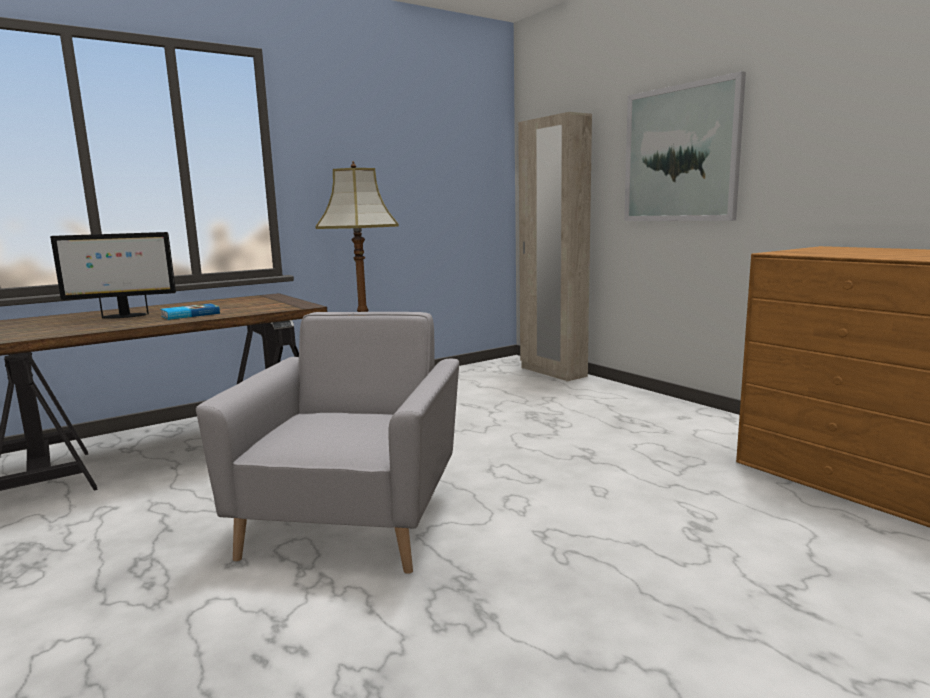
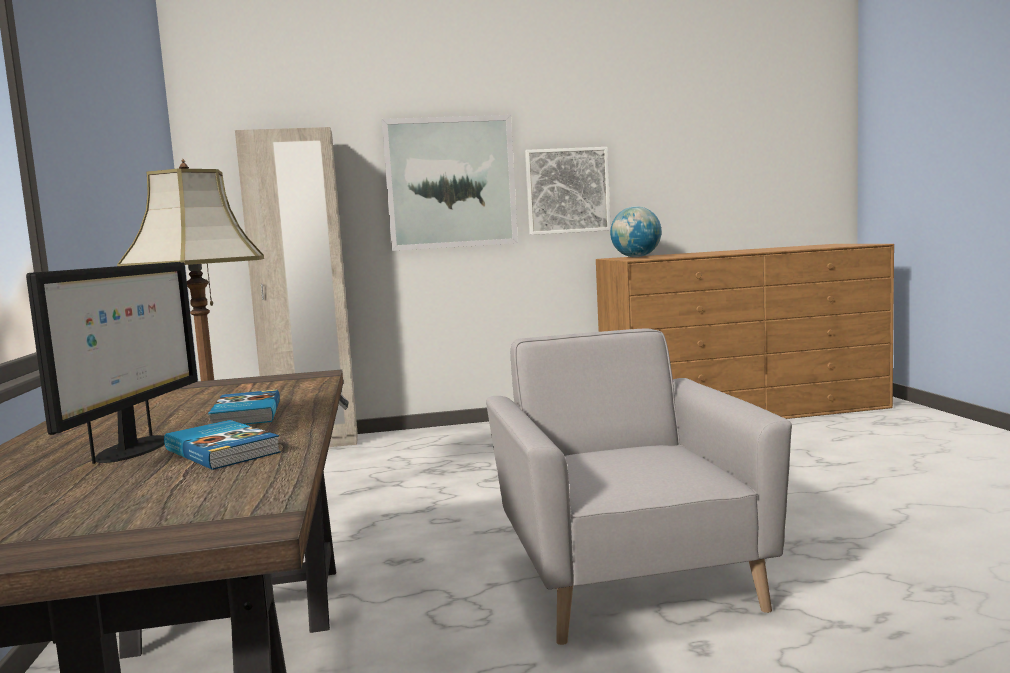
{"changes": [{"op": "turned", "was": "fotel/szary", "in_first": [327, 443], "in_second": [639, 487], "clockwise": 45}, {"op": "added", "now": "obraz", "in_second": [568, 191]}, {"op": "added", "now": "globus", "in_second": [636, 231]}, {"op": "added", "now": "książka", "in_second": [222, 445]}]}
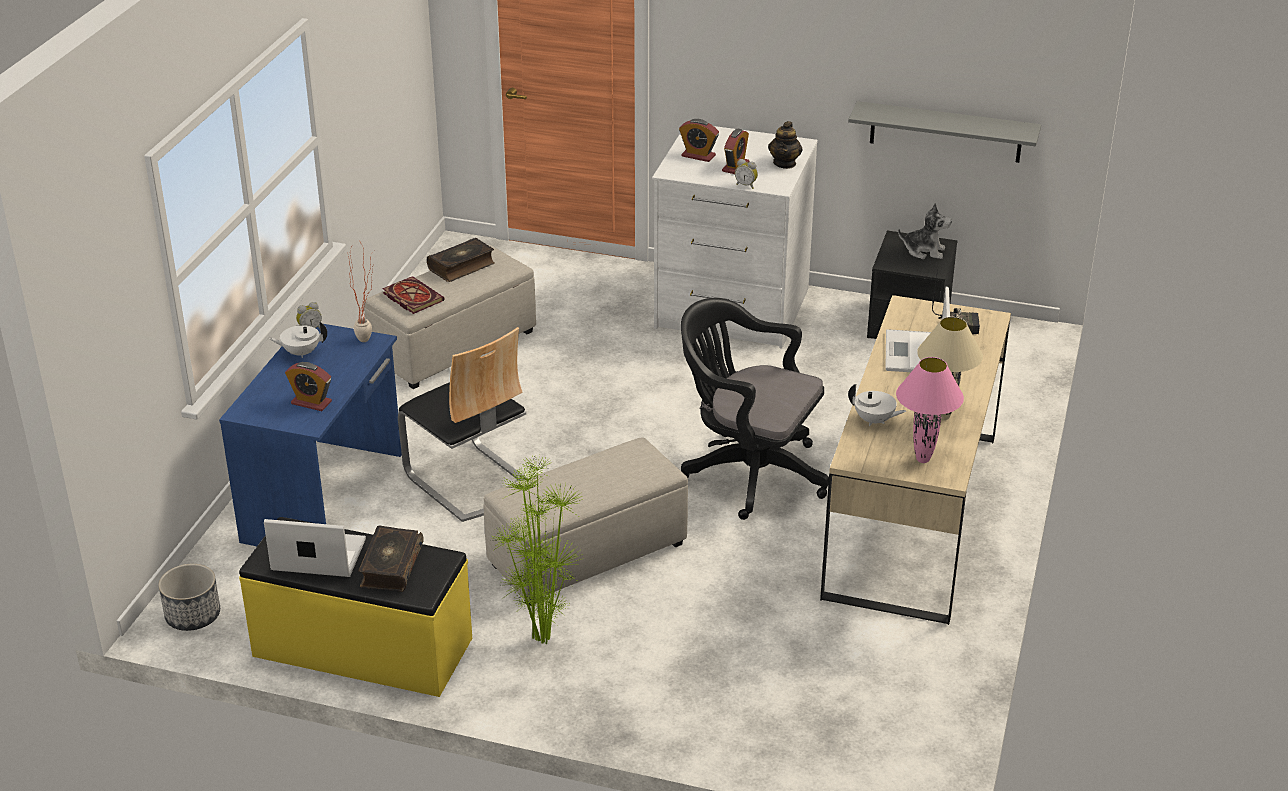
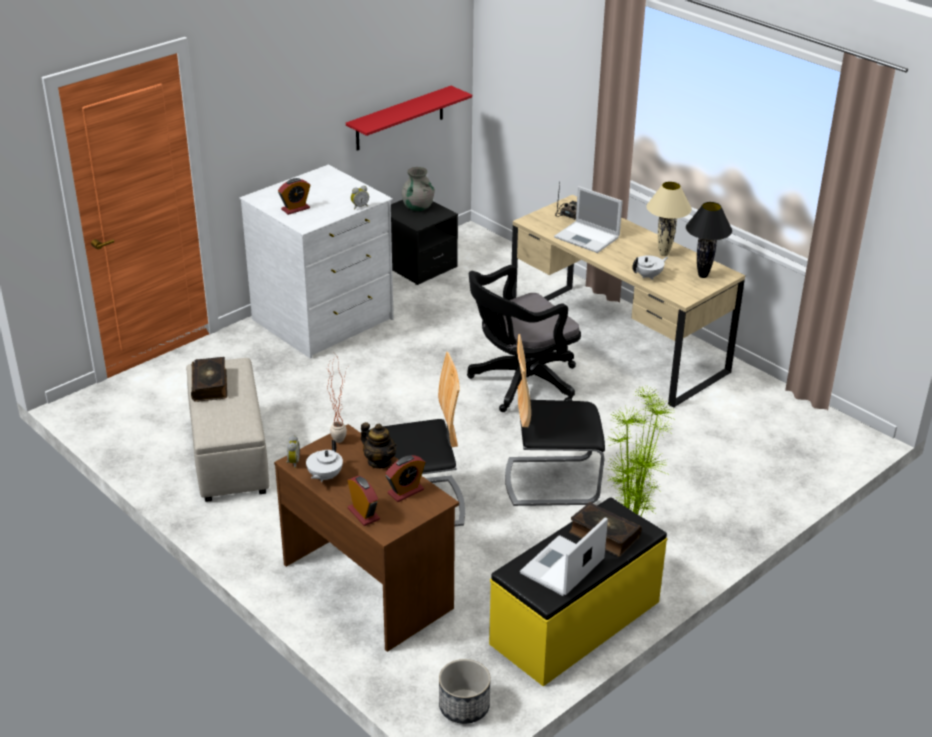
{"changes": [{"op": "recoloured", "was": "półka/szary", "now": "półka/czerwony", "in_first": [944, 132], "in_second": [409, 118]}, {"op": "moved", "was": "imbryk", "in_first": [785, 145], "in_second": [379, 445]}, {"op": "moved", "was": "budzik", "in_first": [736, 151], "in_second": [364, 501]}, {"op": "replaced", "was": "pluszak", "now": "wazon/szary", "in_first": [925, 231], "in_second": [418, 189]}, {"op": "removed", "was": "książka", "in_first": [413, 295]}, {"op": "recoloured", "was": "biurko/niebieski", "now": "biurko/brązowy", "in_first": [310, 435], "in_second": [366, 538]}, {"op": "recoloured", "was": "lampa stołowa/różowy", "now": "lampa stołowa/czarny", "in_first": [930, 410], "in_second": [709, 240]}, {"op": "replaced", "was": "pufa/beżowy", "now": "krzesło", "in_first": [586, 521], "in_second": [555, 420]}]}
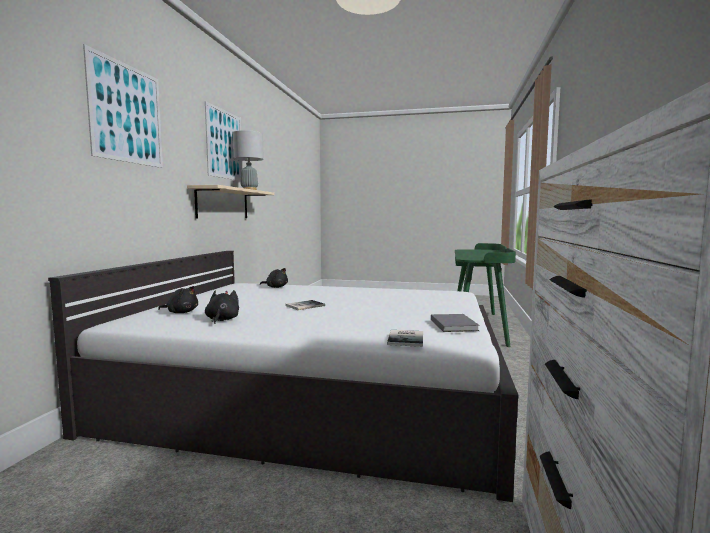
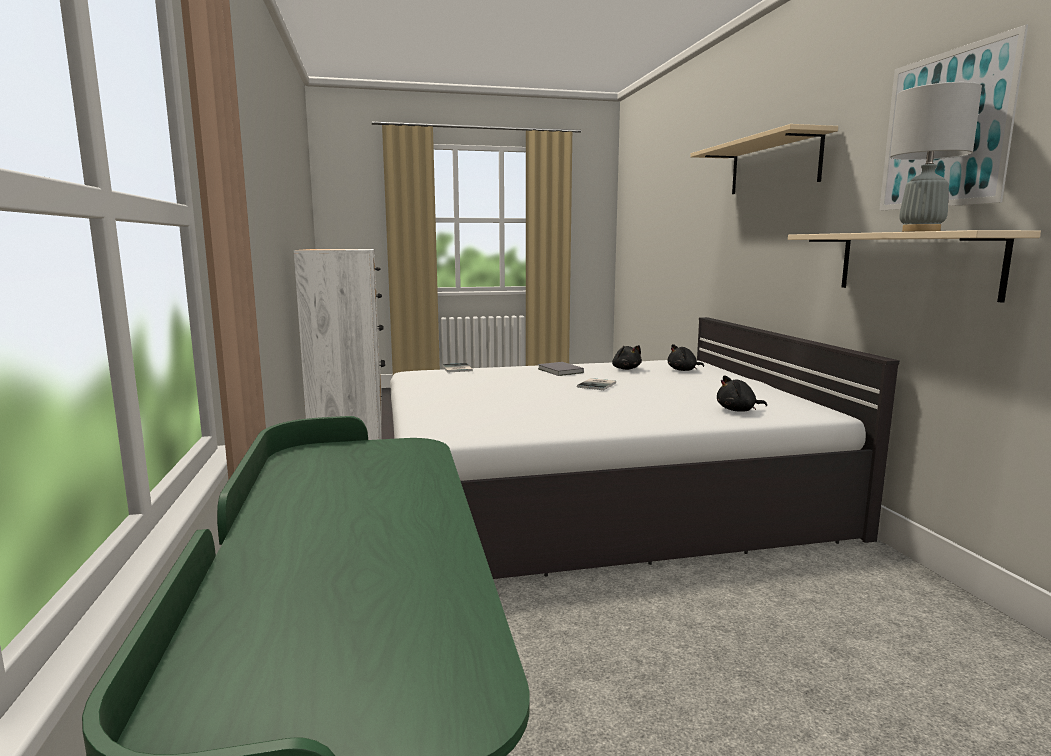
{"changes": [{"op": "replaced", "was": "obraz", "now": "półka/beżowy", "in_first": [123, 106], "in_second": [764, 159]}, {"op": "moved", "was": "książka/szary", "in_first": [455, 323], "in_second": [561, 369]}]}
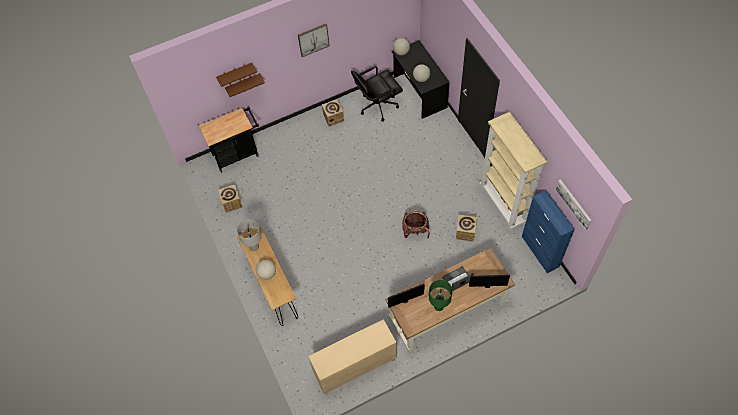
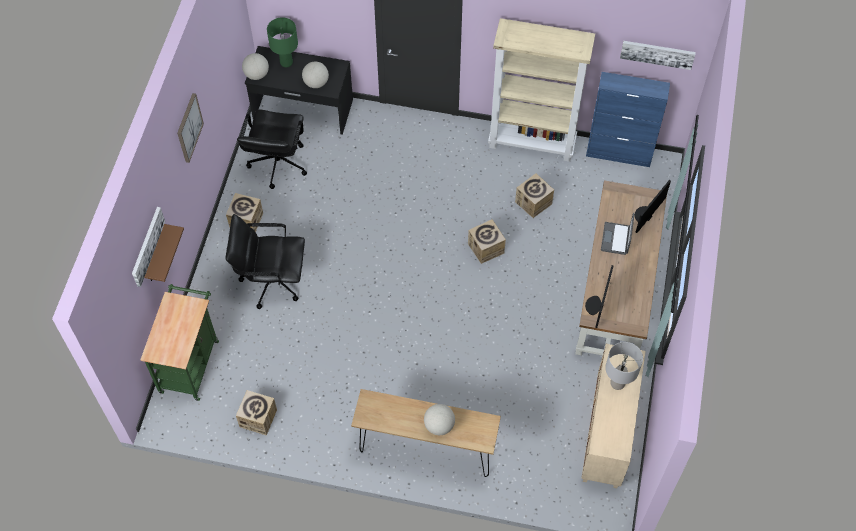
{"changes": [{"op": "replaced", "was": "półka/brązowy", "now": "obraz", "in_first": [236, 75], "in_second": [148, 247]}, {"op": "recoloured", "was": "wózek/czarny", "now": "wózek/zielony", "in_first": [229, 140], "in_second": [179, 342]}, {"op": "replaced", "was": "plecak", "now": "karton", "in_first": [416, 224], "in_second": [487, 241]}, {"op": "moved", "was": "lampa stołowa/szary", "in_first": [249, 235], "in_second": [624, 366]}, {"op": "moved", "was": "lampa stołowa/zielony", "in_first": [440, 295], "in_second": [282, 42]}, {"op": "added", "now": "krzesło biurowe/czarny", "in_second": [265, 261]}]}
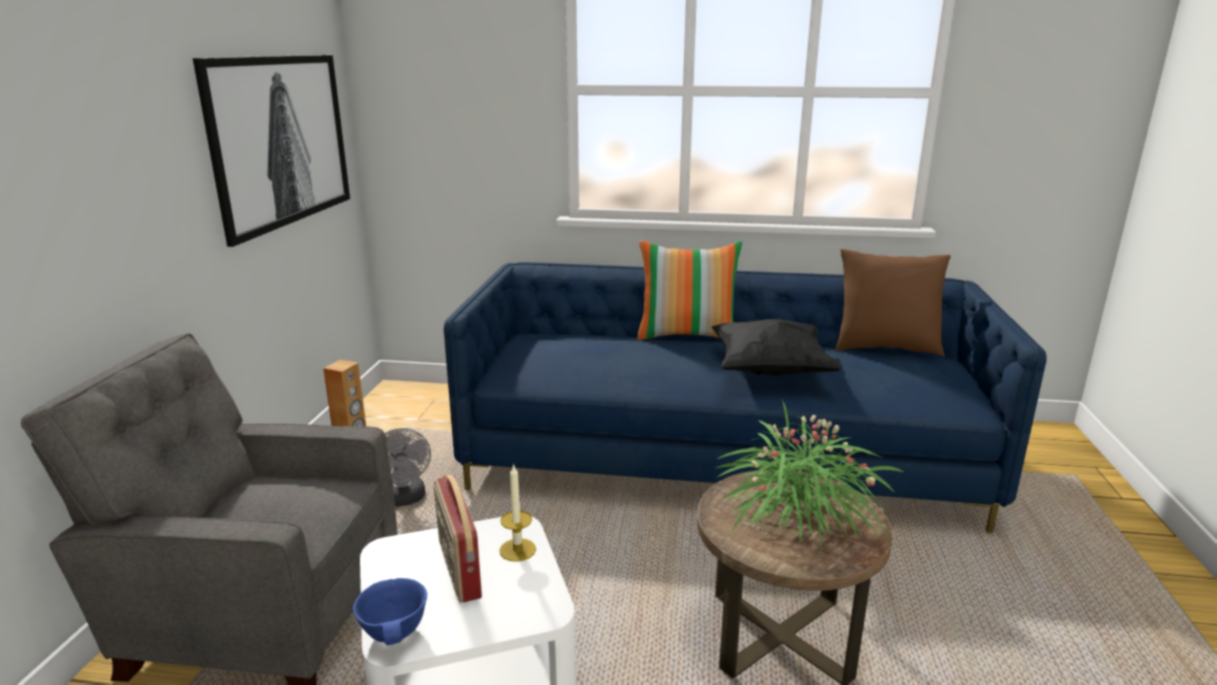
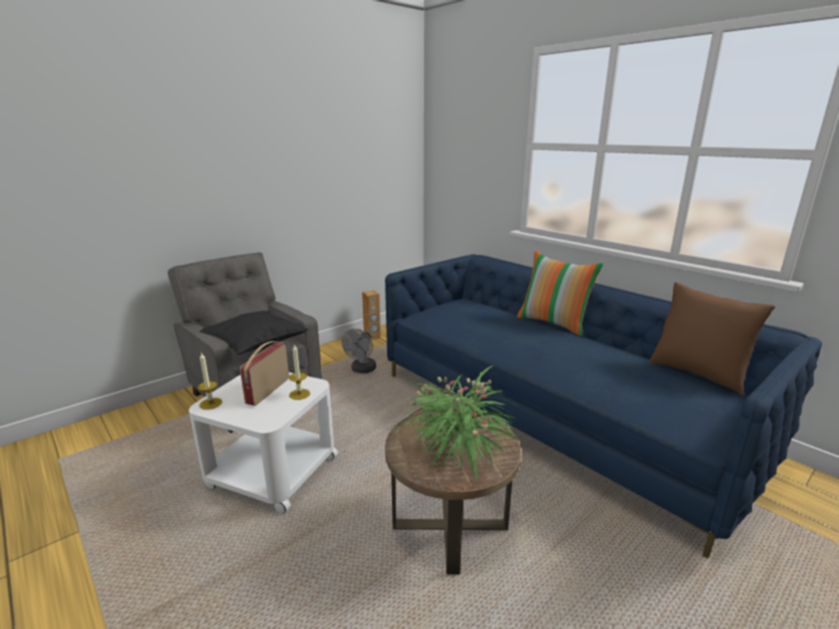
{"changes": [{"op": "removed", "was": "obraz", "in_first": [271, 151]}, {"op": "moved", "was": "poduszka/czarny", "in_first": [776, 347], "in_second": [253, 332]}, {"op": "replaced", "was": "miska/niebieski", "now": "świeca", "in_first": [390, 611], "in_second": [210, 381]}]}
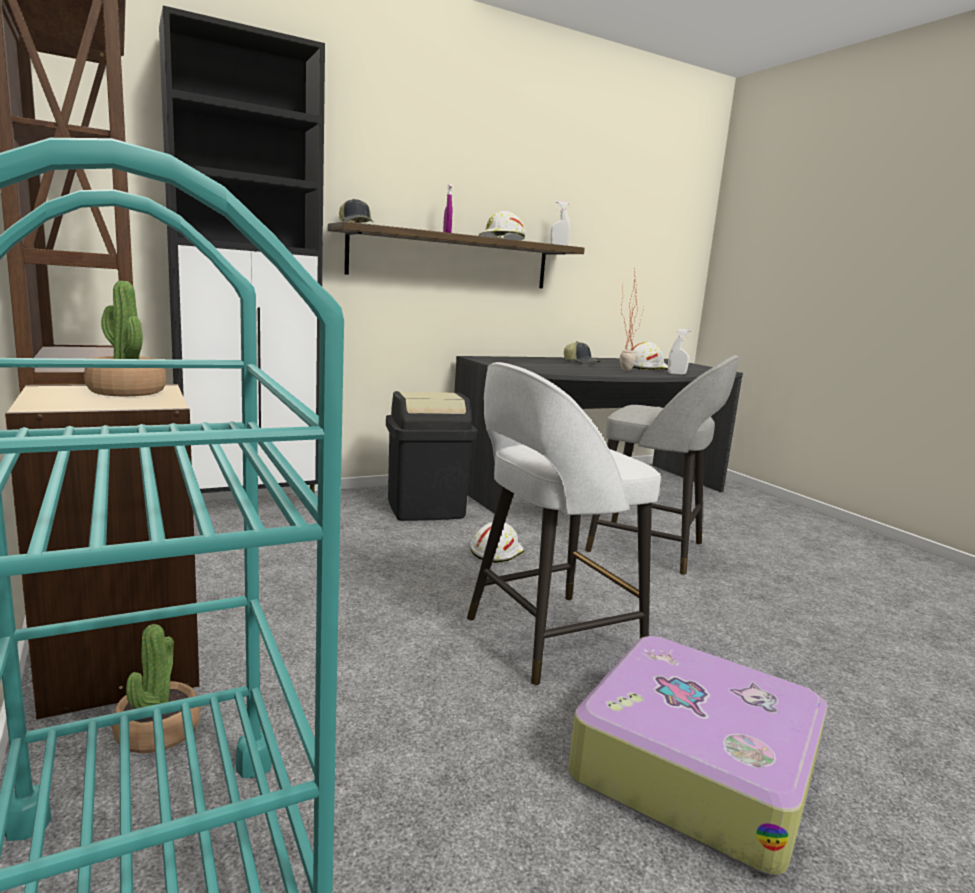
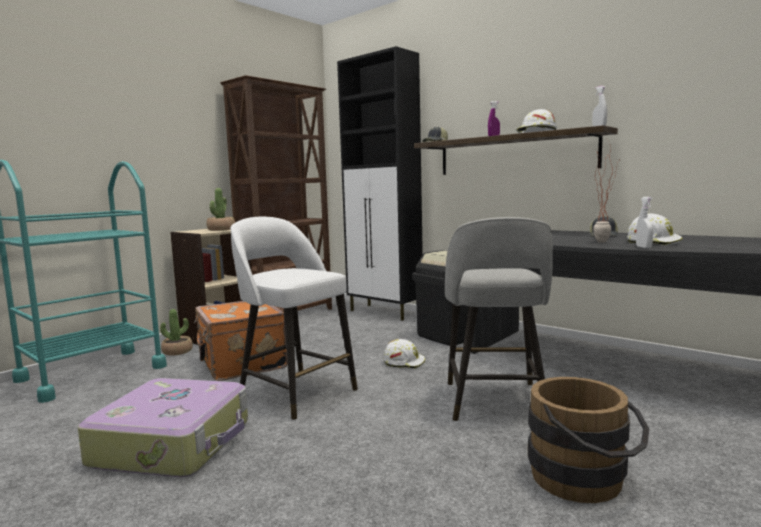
{"changes": [{"op": "added", "now": "walizka/pomarańczowy", "in_second": [241, 341]}, {"op": "added", "now": "wiadro/brązowy", "in_second": [588, 440]}]}
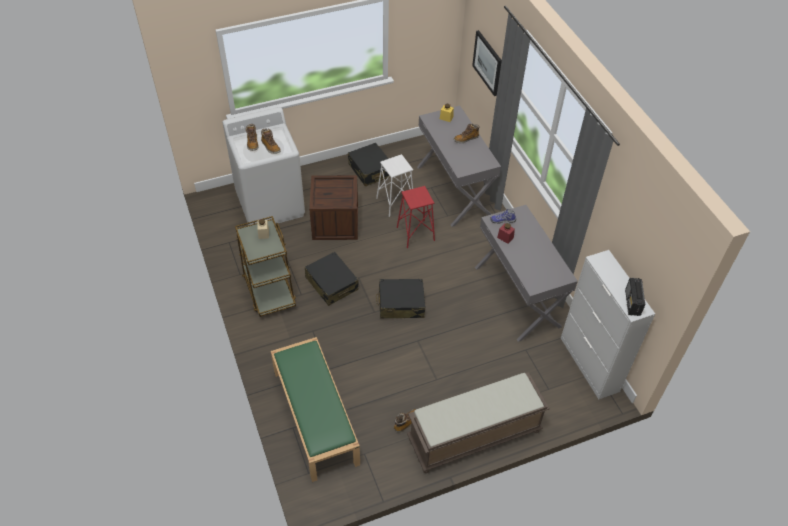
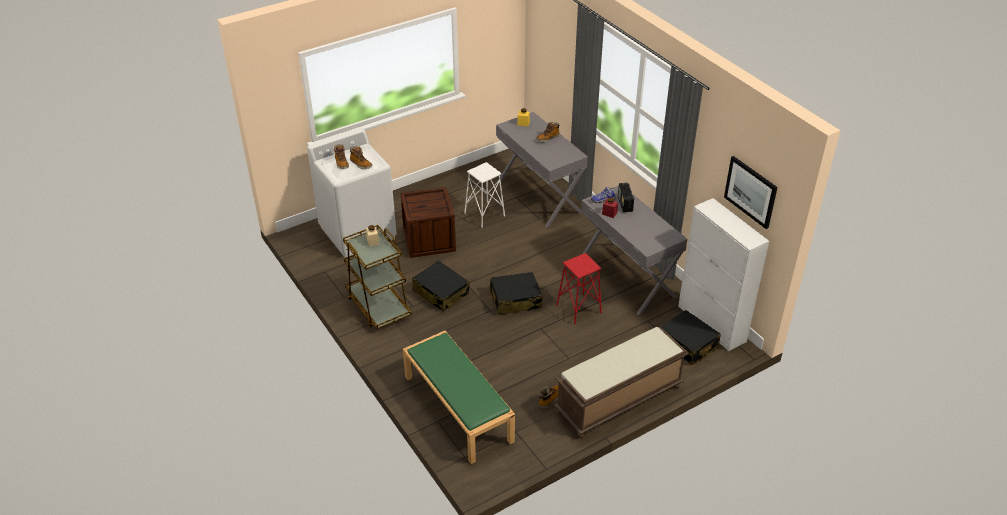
{"changes": [{"op": "moved", "was": "obraz", "in_first": [487, 63], "in_second": [751, 192]}, {"op": "moved", "was": "walizka/czarny", "in_first": [369, 164], "in_second": [691, 337]}, {"op": "moved", "was": "stołek/czerwony", "in_first": [416, 217], "in_second": [579, 289]}, {"op": "moved", "was": "radio", "in_first": [635, 297], "in_second": [626, 197]}]}
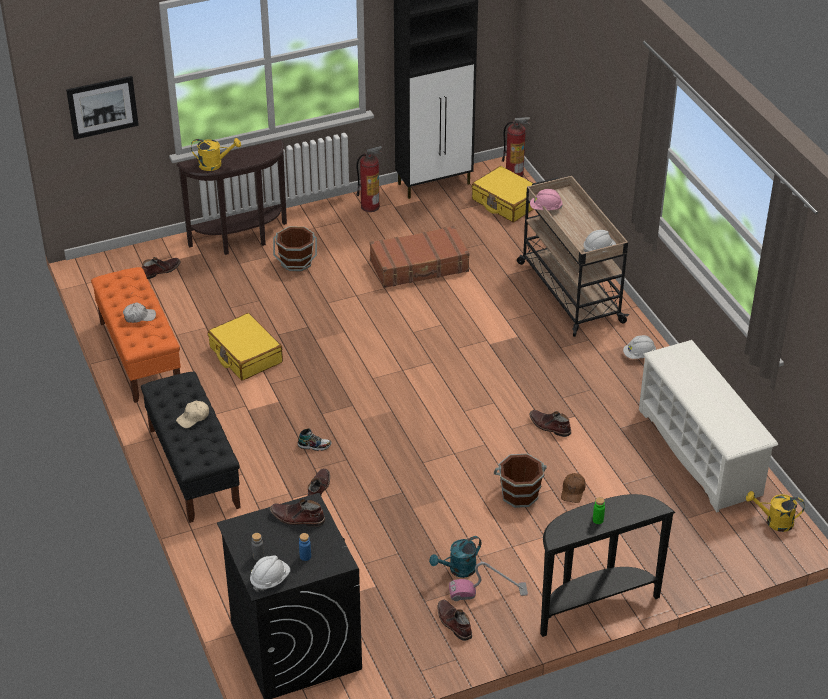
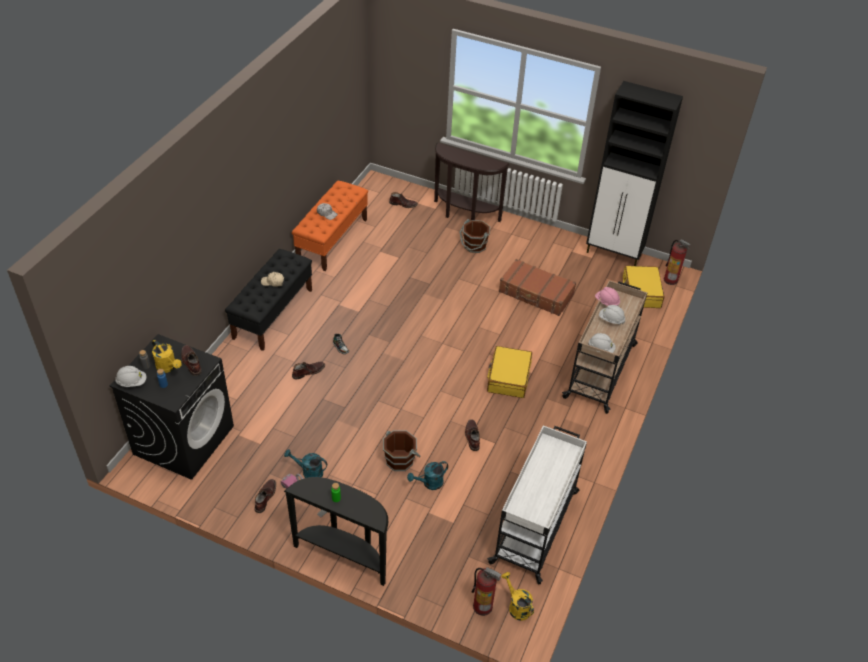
{"changes": [{"op": "removed", "was": "obraz", "in_first": [102, 108]}, {"op": "moved", "was": "konewka/żółty", "in_first": [216, 154], "in_second": [167, 356]}, {"op": "moved", "was": "gaśnica", "in_first": [369, 179], "in_second": [486, 591]}, {"op": "moved", "was": "walizka/żółty", "in_first": [245, 347], "in_second": [509, 372]}, {"op": "moved", "was": "kask/biały", "in_first": [639, 347], "in_second": [612, 314]}, {"op": "replaced", "was": "regał na buty/biały", "now": "wózek/biały", "in_first": [708, 426], "in_second": [537, 505]}, {"op": "replaced", "was": "czapka z daszkiem/brązowy", "now": "konewka/turkusowy", "in_first": [573, 488], "in_second": [427, 475]}]}
